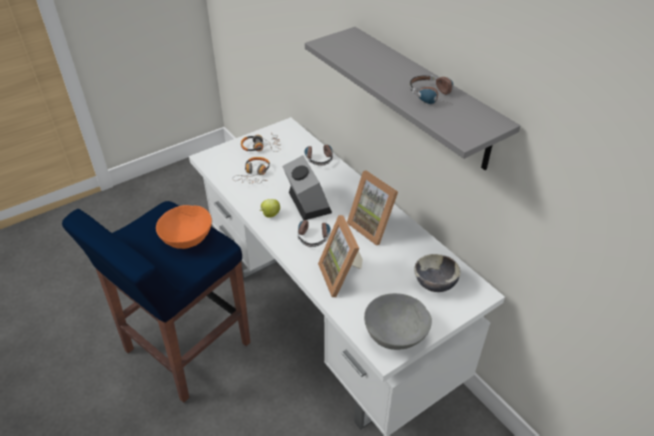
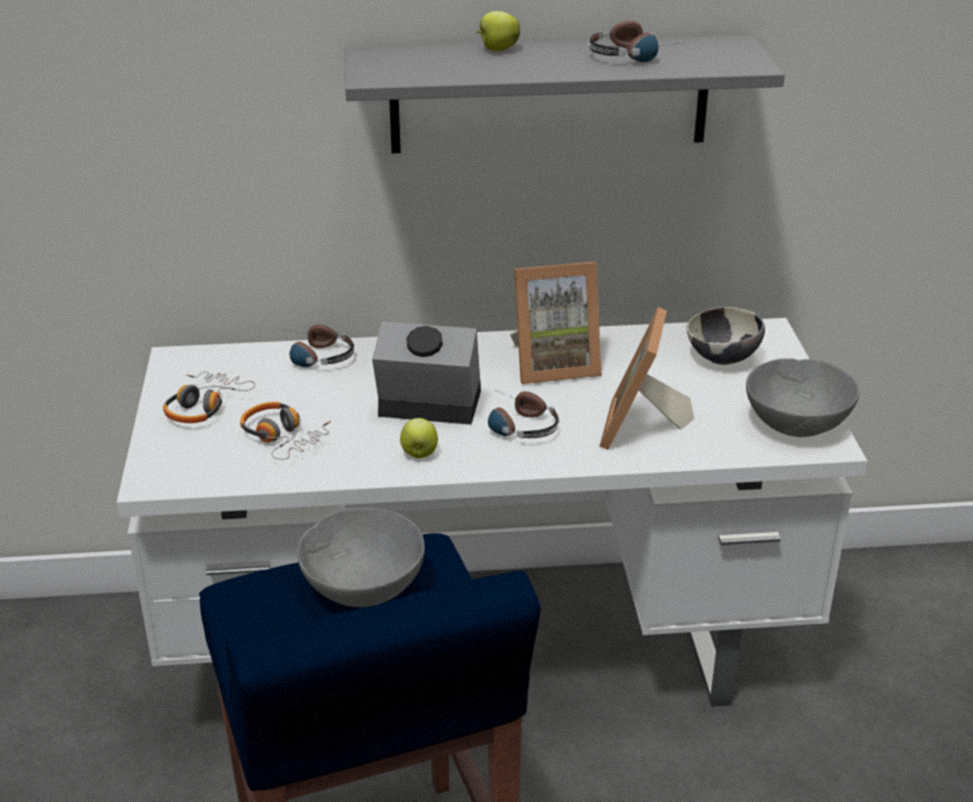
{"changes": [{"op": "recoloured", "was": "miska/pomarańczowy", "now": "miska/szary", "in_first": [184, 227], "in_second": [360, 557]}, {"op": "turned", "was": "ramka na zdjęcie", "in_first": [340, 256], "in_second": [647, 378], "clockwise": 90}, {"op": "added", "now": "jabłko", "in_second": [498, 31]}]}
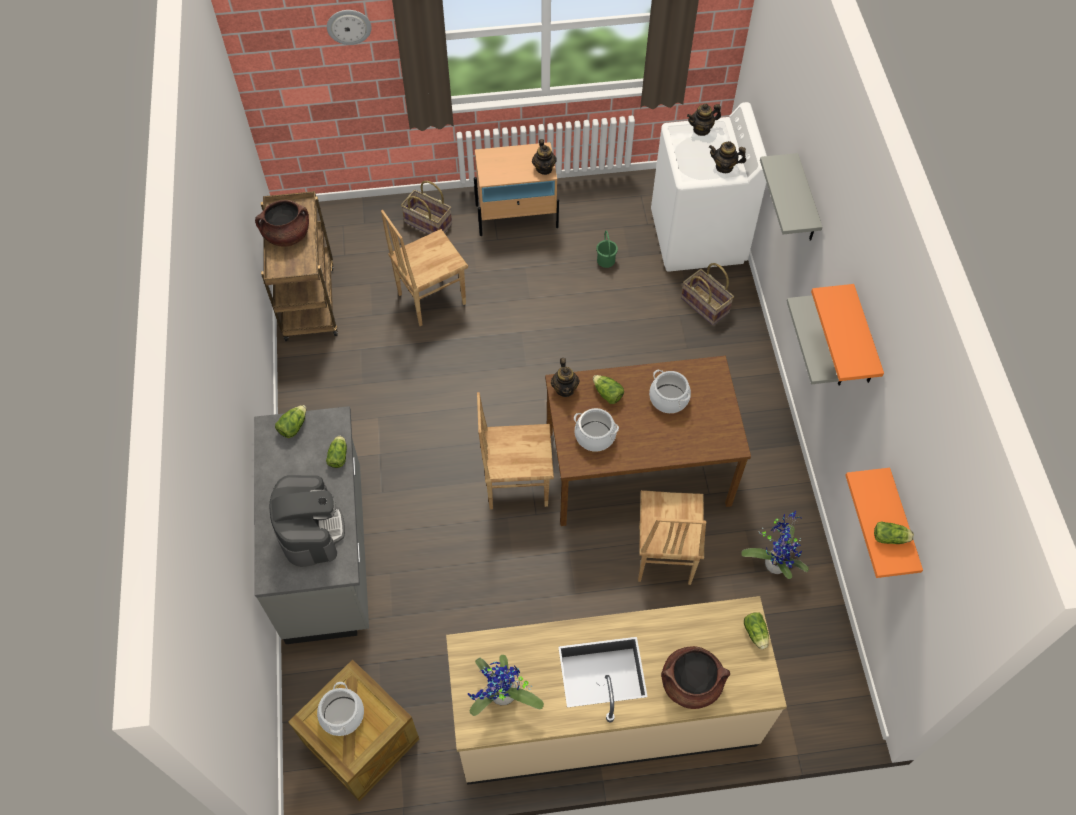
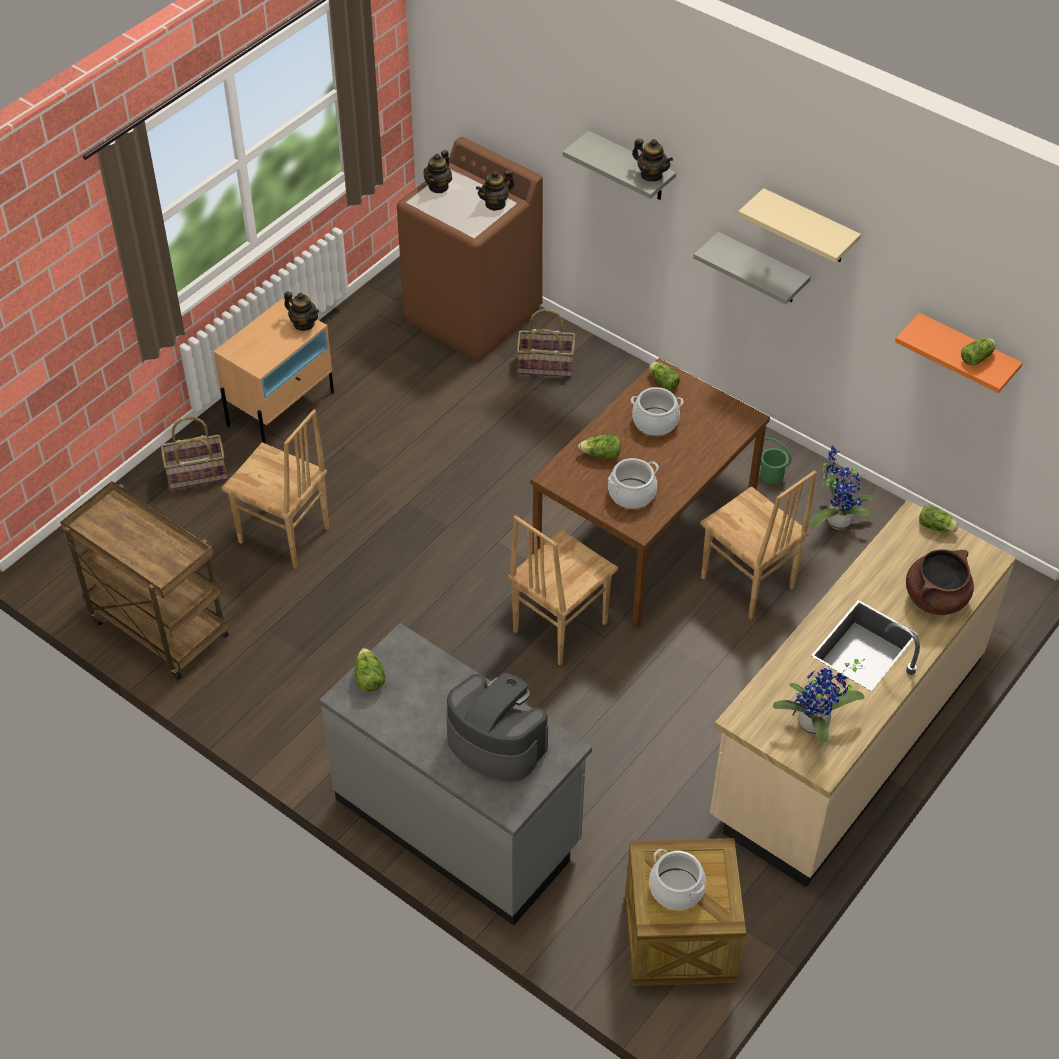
{"changes": [{"op": "removed", "was": "zegar ścienny", "in_first": [349, 27]}, {"op": "recoloured", "was": "pralka/biały", "now": "pralka/brązowy", "in_first": [709, 187], "in_second": [470, 249]}, {"op": "removed", "was": "garnek/brązowy", "in_first": [282, 223]}, {"op": "turned", "was": "krzesło/brązowy", "in_first": [424, 268], "in_second": [275, 488], "clockwise": -75}, {"op": "moved", "was": "wiadro/zielony", "in_first": [607, 249], "in_second": [775, 461]}, {"op": "recoloured", "was": "półka/pomarańczowy", "now": "półka/beżowy", "in_first": [847, 333], "in_second": [799, 225]}, {"op": "moved", "was": "imbryk", "in_first": [565, 377], "in_second": [652, 159]}, {"op": "moved", "was": "sałata", "in_first": [336, 452], "in_second": [664, 376]}]}
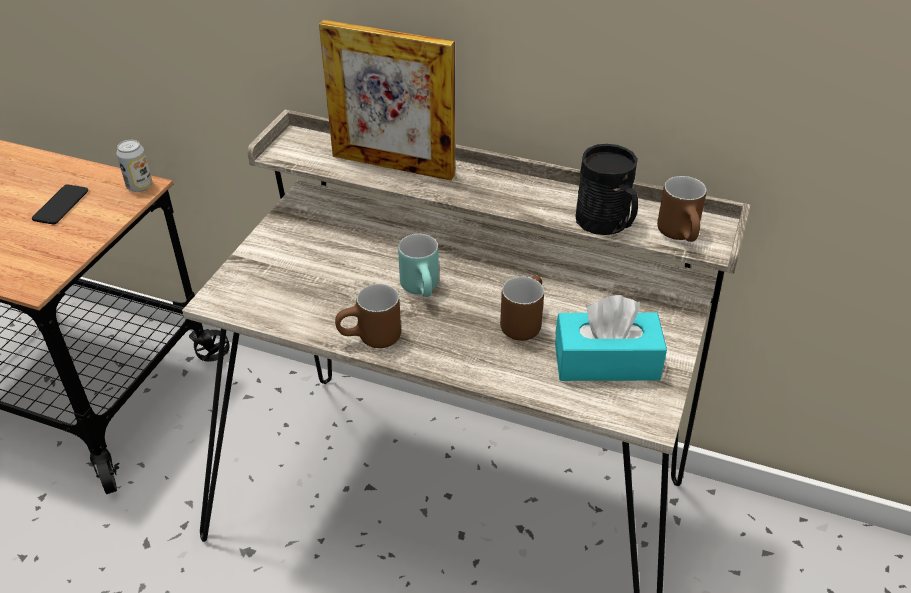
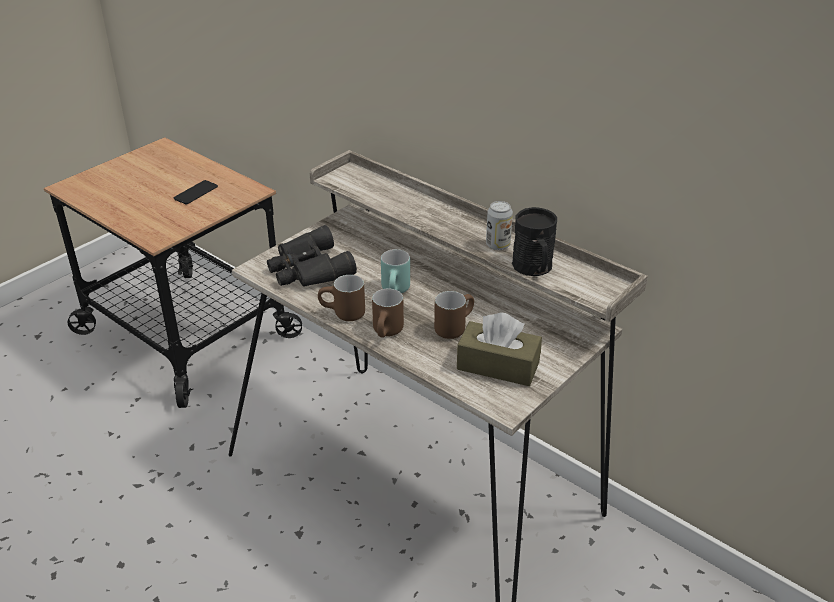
{"changes": [{"op": "removed", "was": "ramka na zdjęcie", "in_first": [387, 100]}, {"op": "moved", "was": "puszka", "in_first": [134, 166], "in_second": [499, 225]}, {"op": "moved", "was": "kubek/brązowy", "in_first": [682, 209], "in_second": [388, 313]}, {"op": "recoloured", "was": "pudełko chusteczek/turkusowy", "now": "pudełko chusteczek/brązowy", "in_first": [611, 338], "in_second": [499, 349]}, {"op": "added", "now": "lornetka/czarny", "in_second": [312, 256]}]}
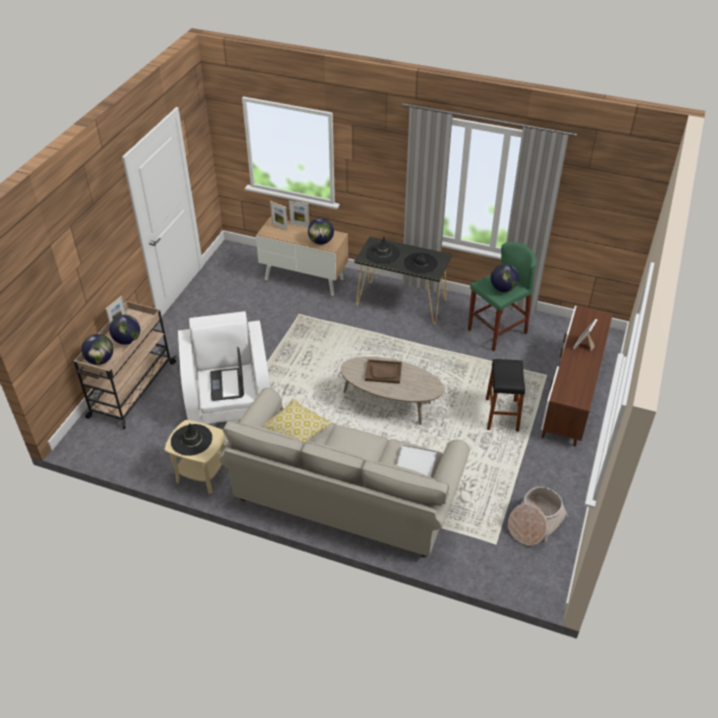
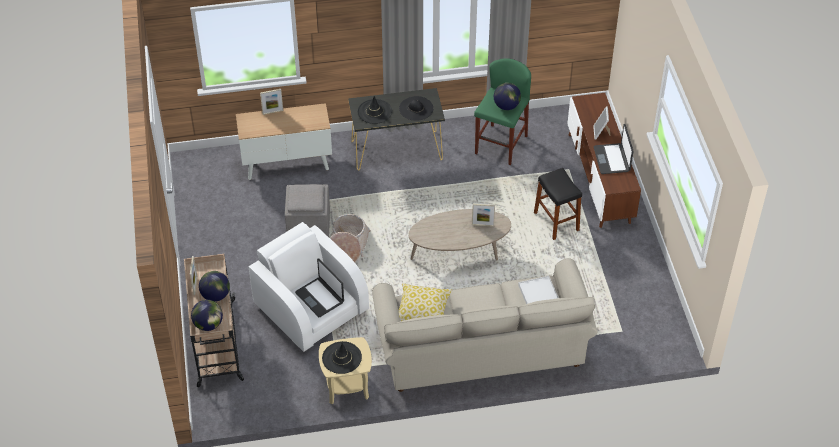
{"changes": [{"op": "moved", "was": "ramka na zdjęcie", "in_first": [279, 216], "in_second": [483, 215]}, {"op": "removed", "was": "globus", "in_first": [321, 231]}, {"op": "removed", "was": "taca/brązowy", "in_first": [383, 371]}, {"op": "moved", "was": "koszyk", "in_first": [538, 516], "in_second": [350, 238]}, {"op": "added", "now": "laptop", "in_second": [614, 149]}, {"op": "added", "now": "pufa/szary", "in_second": [307, 210]}]}
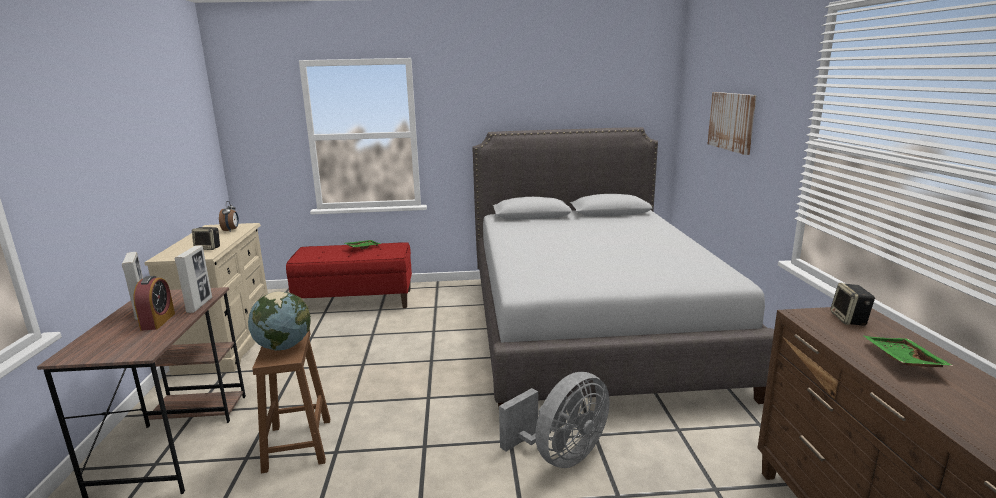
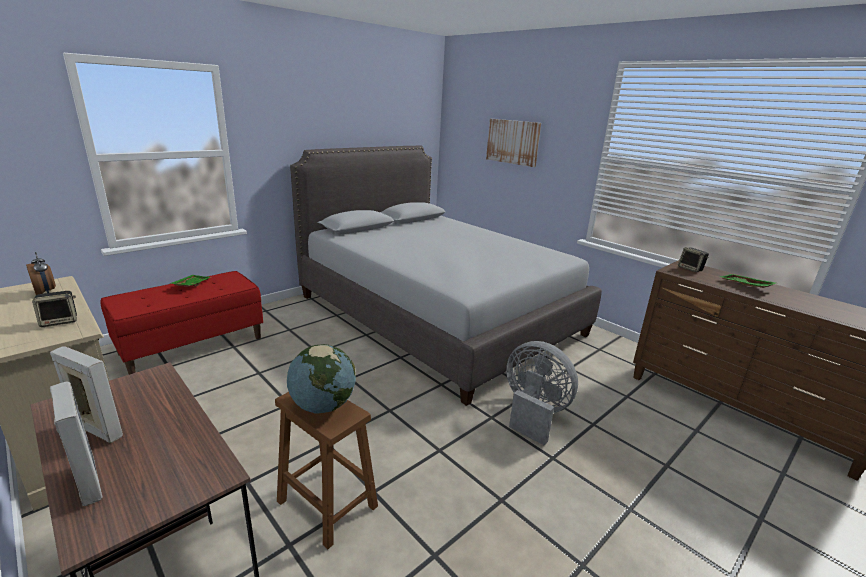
{"changes": [{"op": "moved", "was": "ramka na zdjęcie", "in_first": [193, 279], "in_second": [76, 444]}, {"op": "removed", "was": "budzik", "in_first": [154, 303]}, {"op": "turned", "was": "wentylator/szary", "in_first": [554, 420], "in_second": [542, 393], "clockwise": -60}]}
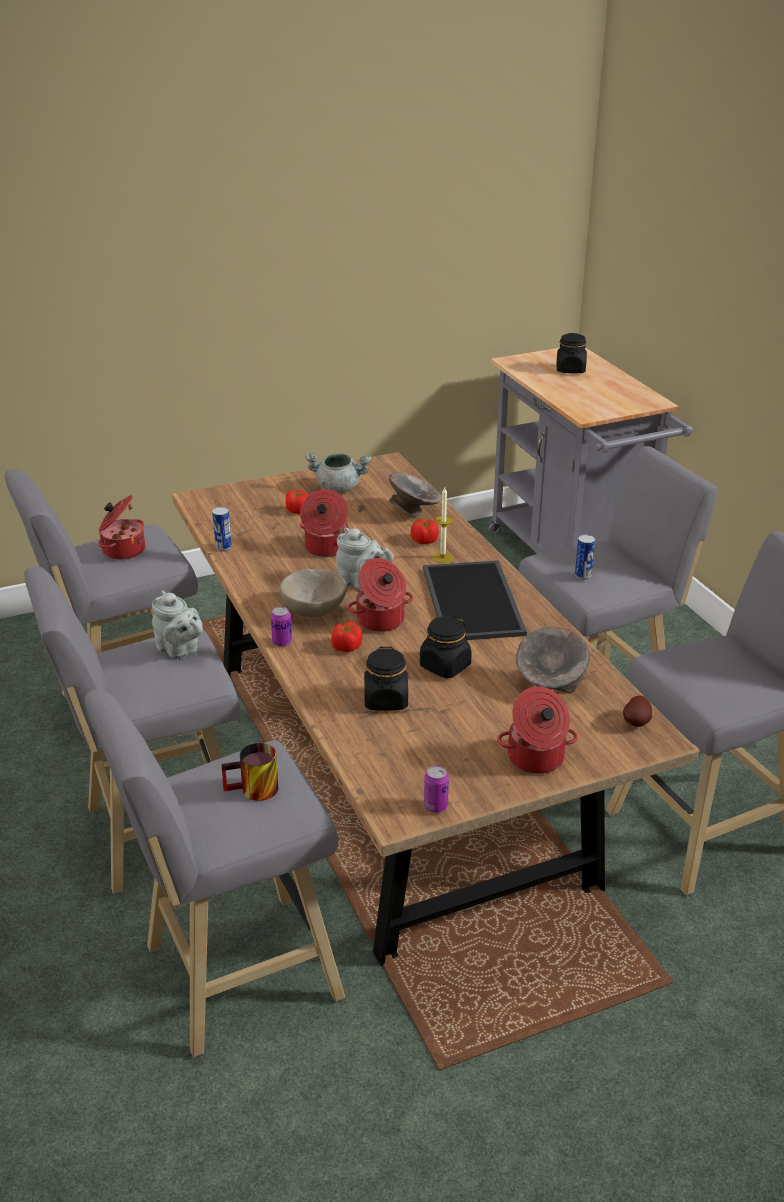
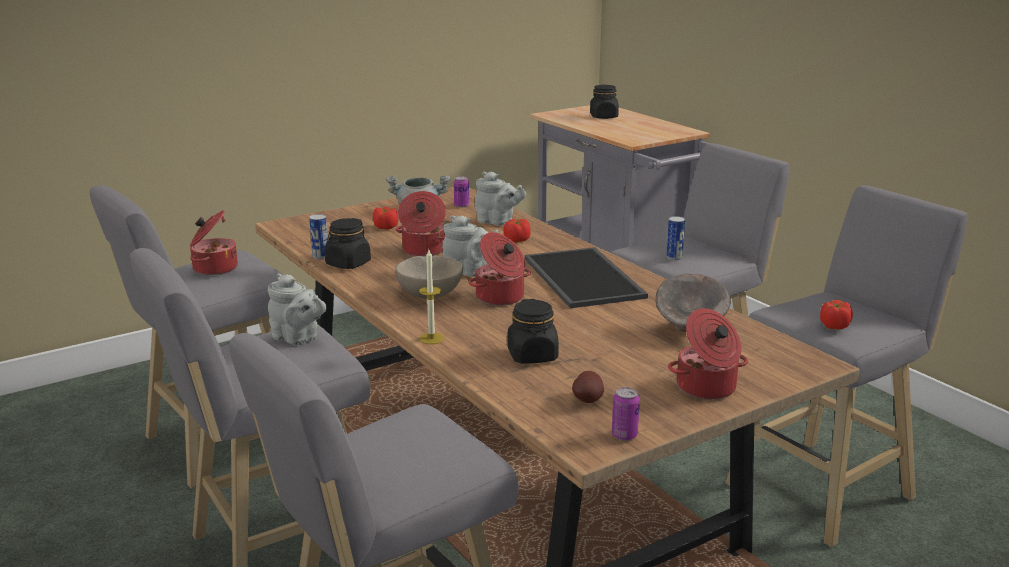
{"changes": [{"op": "replaced", "was": "miska/szary", "now": "imbryk/szary", "in_first": [415, 494], "in_second": [500, 198]}, {"op": "moved", "was": "świeca", "in_first": [442, 525], "in_second": [432, 297]}, {"op": "moved", "was": "puszka", "in_first": [281, 627], "in_second": [461, 192]}, {"op": "moved", "was": "słoik/czarny", "in_first": [446, 647], "in_second": [347, 243]}, {"op": "moved", "was": "pomidor", "in_first": [346, 637], "in_second": [836, 315]}, {"op": "moved", "was": "ziemniak", "in_first": [637, 711], "in_second": [588, 387]}, {"op": "removed", "was": "kubek", "in_first": [249, 772]}]}
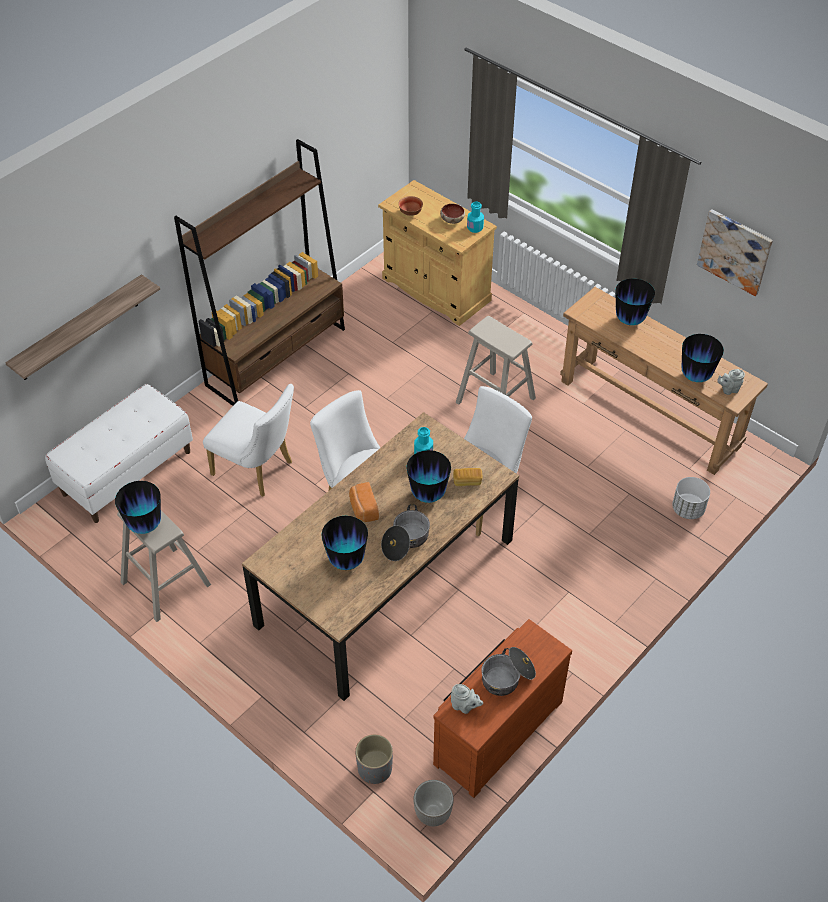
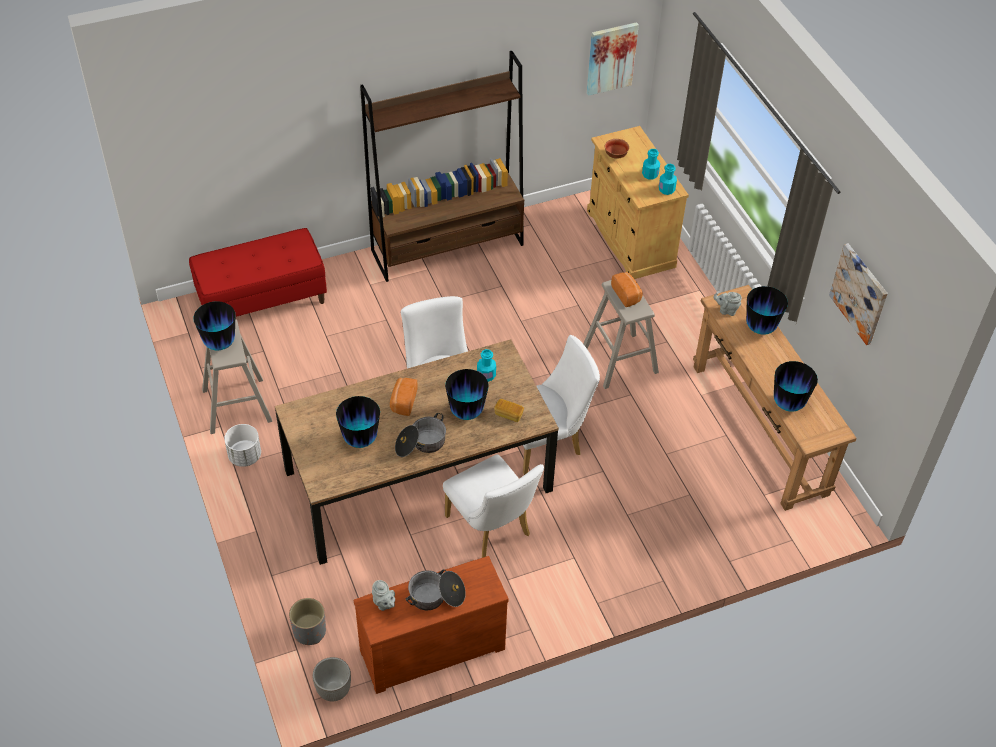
{"changes": [{"op": "replaced", "was": "miska", "now": "butelka/turkusowy", "in_first": [452, 214], "in_second": [651, 164]}, {"op": "removed", "was": "półka", "in_first": [82, 327]}, {"op": "moved", "was": "imbryk/szary", "in_first": [731, 382], "in_second": [728, 304]}, {"op": "recoloured", "was": "ławka/biały", "now": "ławka/czerwony", "in_first": [119, 453], "in_second": [258, 272]}, {"op": "moved", "was": "krzesło/biały", "in_first": [248, 440], "in_second": [493, 506]}, {"op": "moved", "was": "donica/biały", "in_first": [691, 498], "in_second": [242, 445]}, {"op": "added", "now": "obraz", "in_second": [613, 59]}, {"op": "added", "now": "chleb", "in_second": [627, 289]}]}
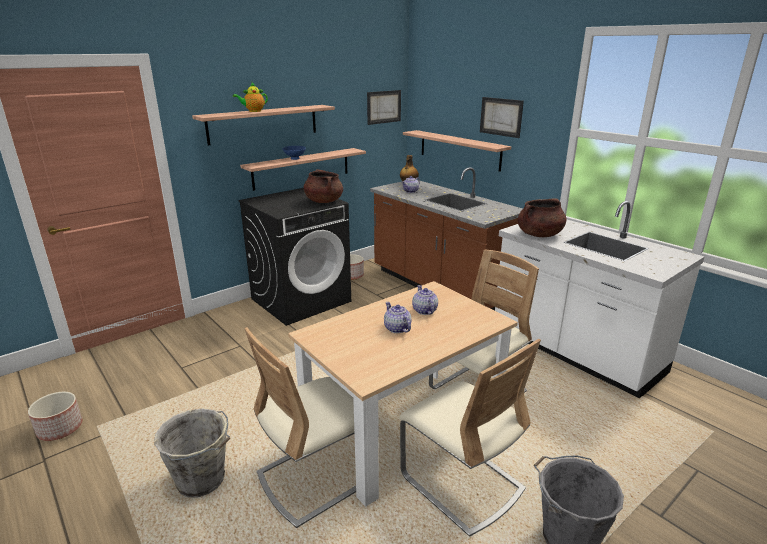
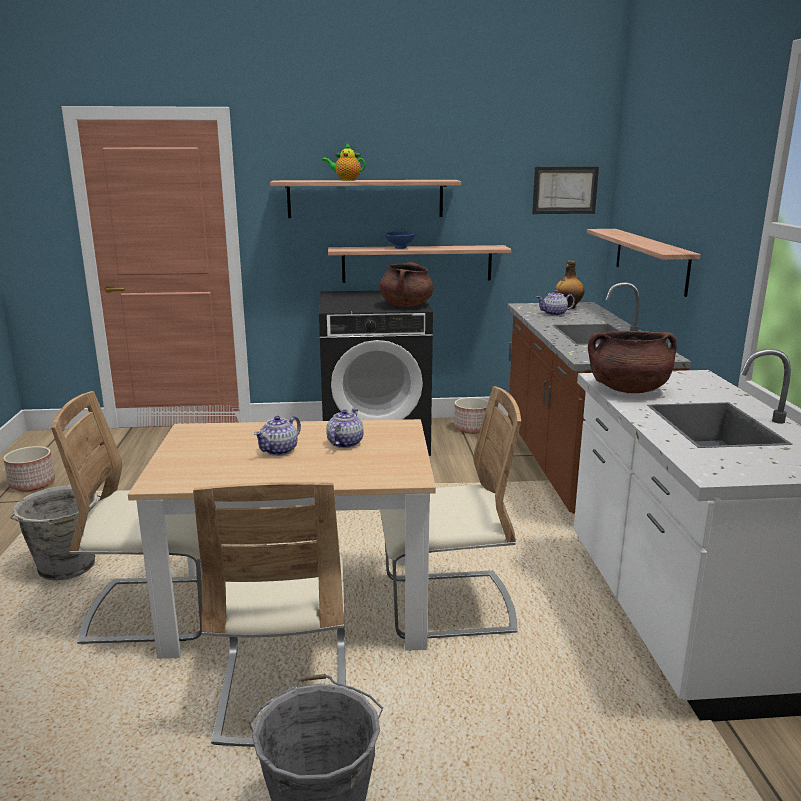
{"changes": [{"op": "removed", "was": "obraz", "in_first": [502, 117]}, {"op": "turned", "was": "imbryk", "in_first": [397, 317], "in_second": [277, 436], "clockwise": -150}]}
